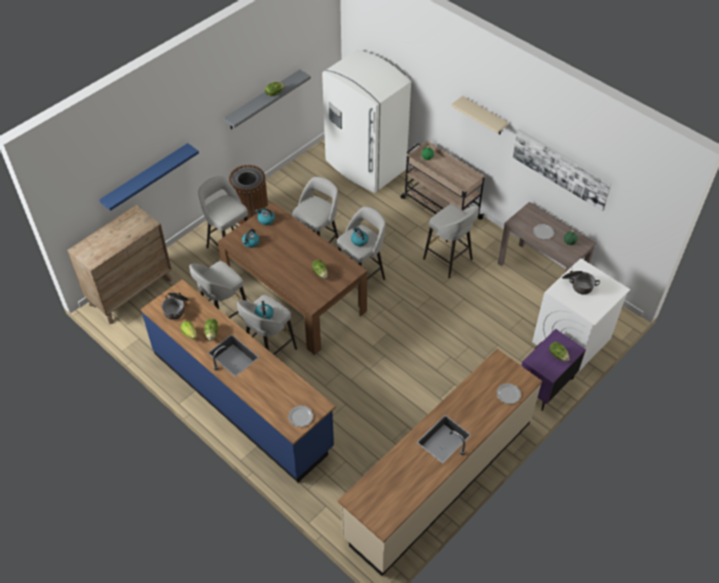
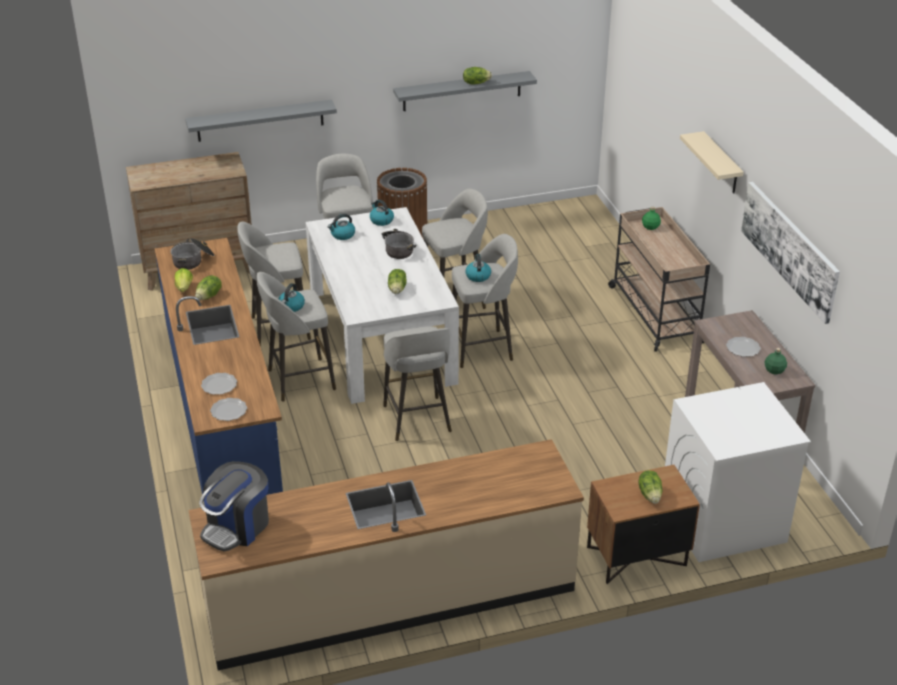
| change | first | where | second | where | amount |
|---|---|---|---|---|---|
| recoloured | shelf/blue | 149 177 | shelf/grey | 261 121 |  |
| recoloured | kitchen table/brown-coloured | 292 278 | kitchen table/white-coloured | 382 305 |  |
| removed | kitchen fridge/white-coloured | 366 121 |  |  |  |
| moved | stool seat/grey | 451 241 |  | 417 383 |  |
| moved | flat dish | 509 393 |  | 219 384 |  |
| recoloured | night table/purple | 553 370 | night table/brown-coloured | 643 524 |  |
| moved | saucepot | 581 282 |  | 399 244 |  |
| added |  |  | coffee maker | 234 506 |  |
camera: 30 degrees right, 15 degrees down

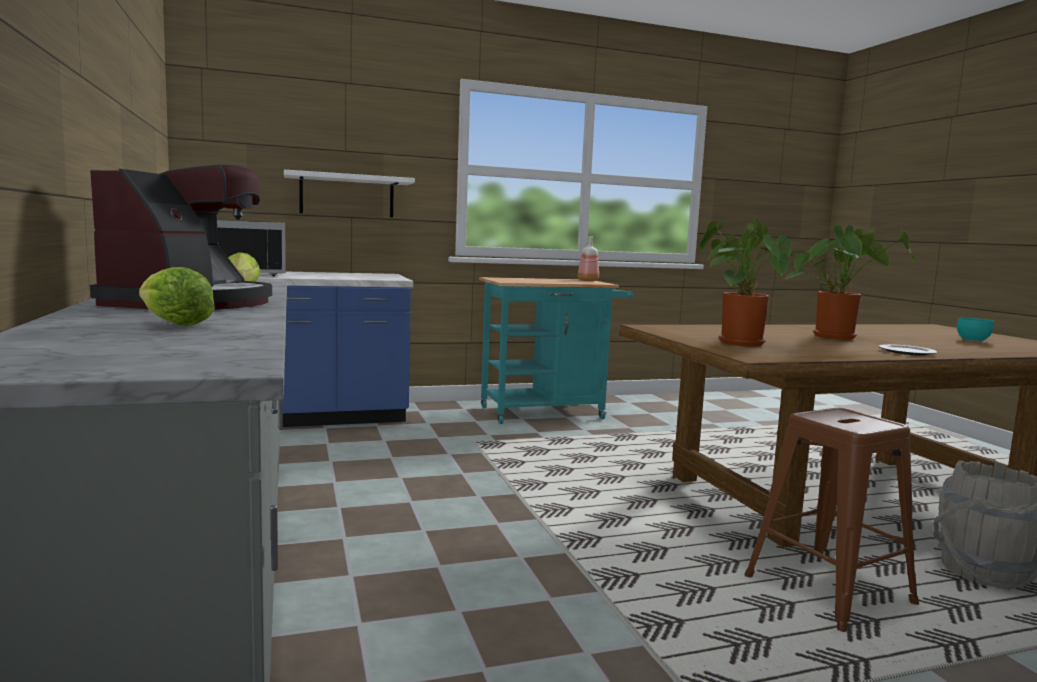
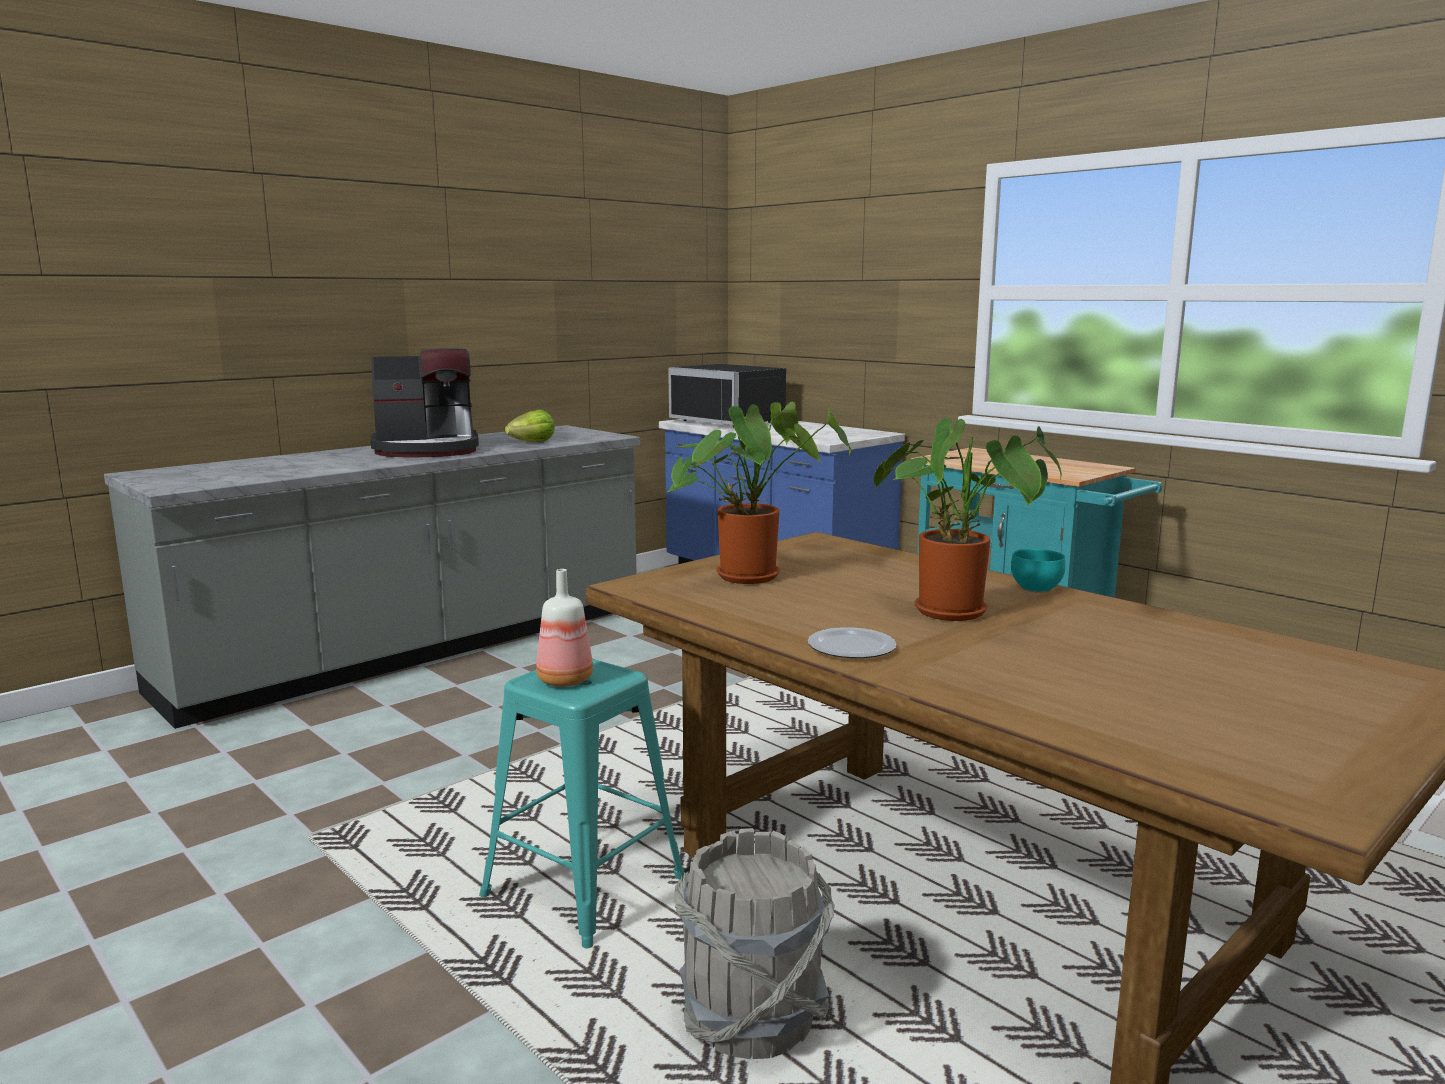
| change | first | where | second | where | amount |
|---|---|---|---|---|---|
| removed | lettuce | 177 296 |  |  |  |
| removed | shelf/white-coloured | 349 193 |  |  |  |
| moved | bottle | 588 258 |  | 564 628 |  |
| recoloured | stool seat/brown-coloured | 831 520 | stool seat/turquoise | 581 803 |  |
| moved | deep dish/turquoise | 975 330 |  | 1038 571 |  |
camera: 65 degrees right, 5 degrees up

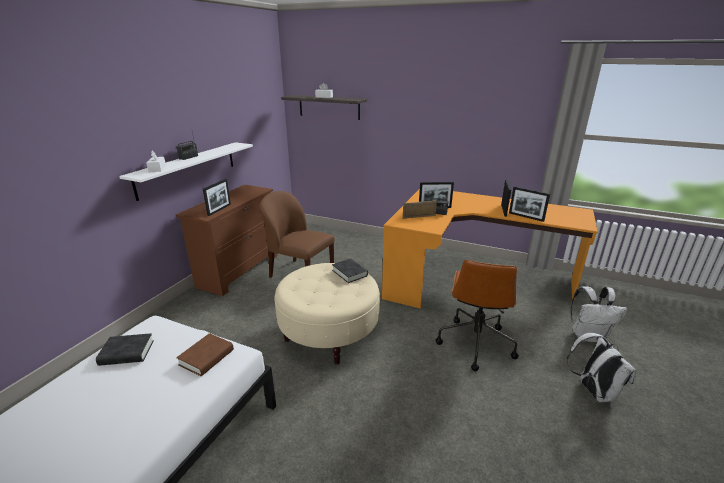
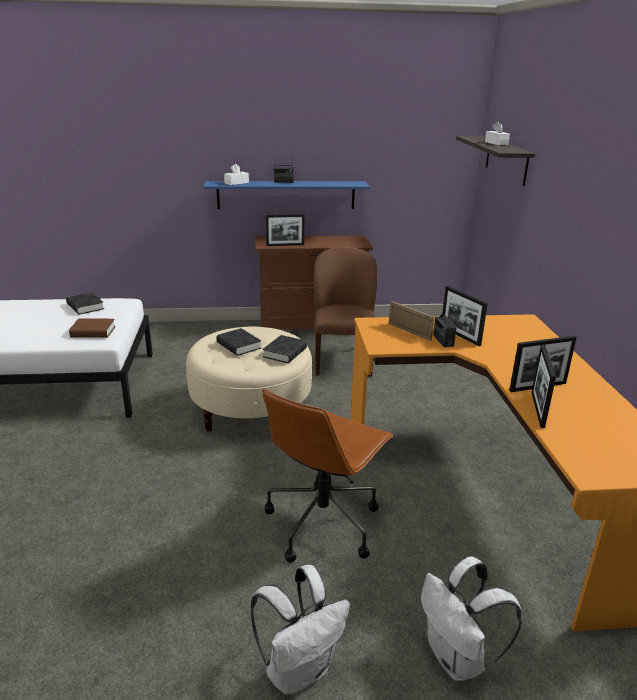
| change | first | where | second | where | amount |
|---|---|---|---|---|---|
| recoloured | shelf/white-coloured | 186 171 | shelf/blue | 286 195 |  |
| turned | computer chair/brown-coloured | 477 315 |  | 327 476 | 45 degrees counterclockwise |
| added |  |  | bound book/black-coloured | 238 342 |  |
camera: 60 degrees right, 0 degrees up

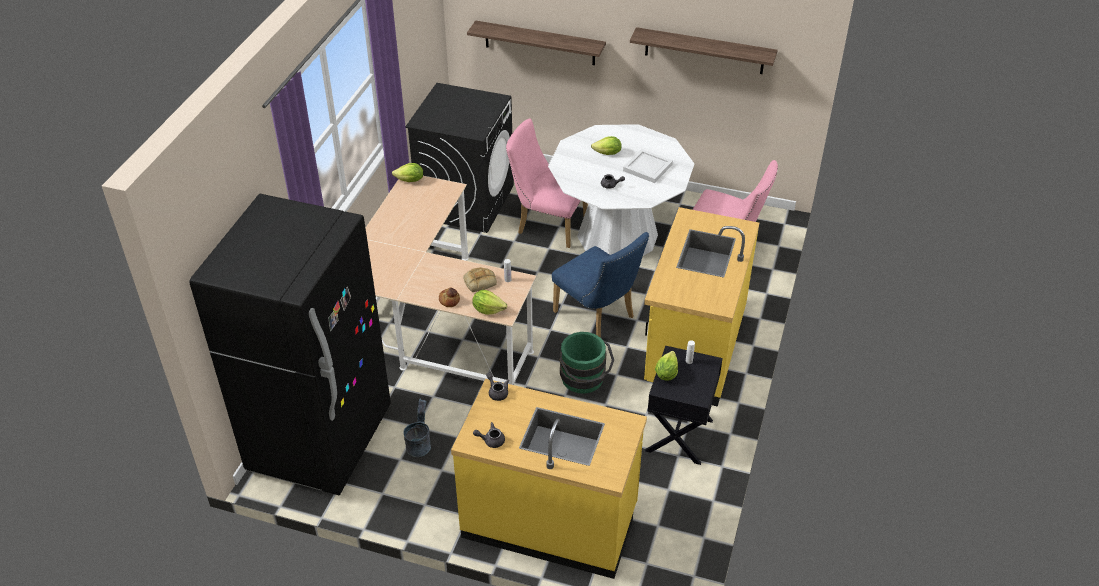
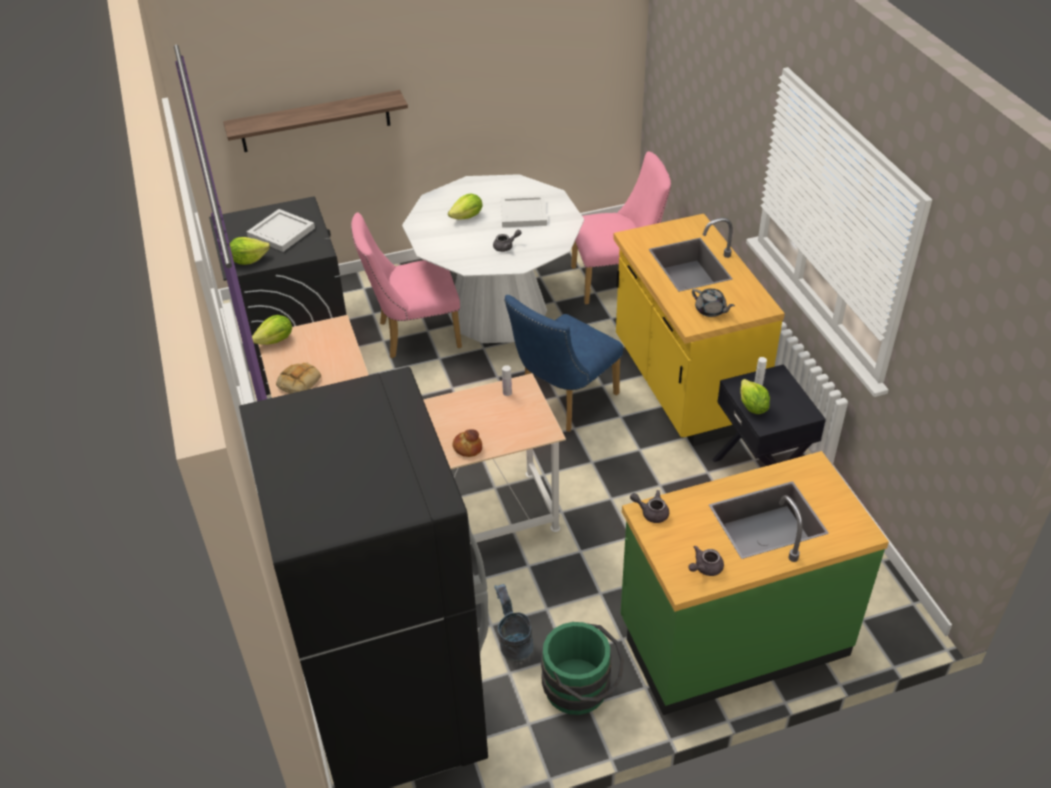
| change | first | where | second | where | amount |
|---|---|---|---|---|---|
| recoloured | kitchen counter/yellow | 549 479 | kitchen counter/greenish | 755 583 |  |
| moved | bread | 480 279 |  | 298 378 |  |
| moved | lettuce | 489 302 |  | 250 251 |  |
| turned | upright chair/blue | 600 285 |  | 563 363 | 120 degrees clockwise |
| moved | water bucket/greenish | 586 363 |  | 582 668 |  |
| removed | shelf | 704 50 |  |  |  |
| added |  |  | carrying tray/white-coloured | 281 230 |  |
| added |  |  | tea pot/grey | 713 303 |  |
camera: 35 degrees left, 0 degrees up

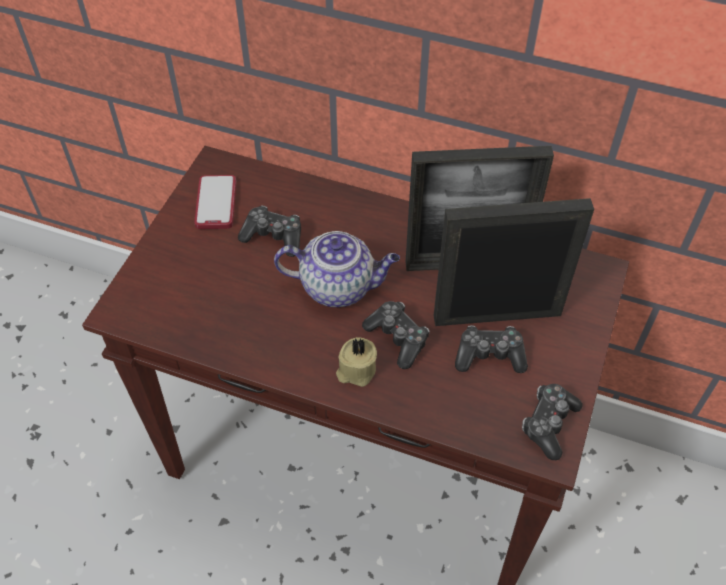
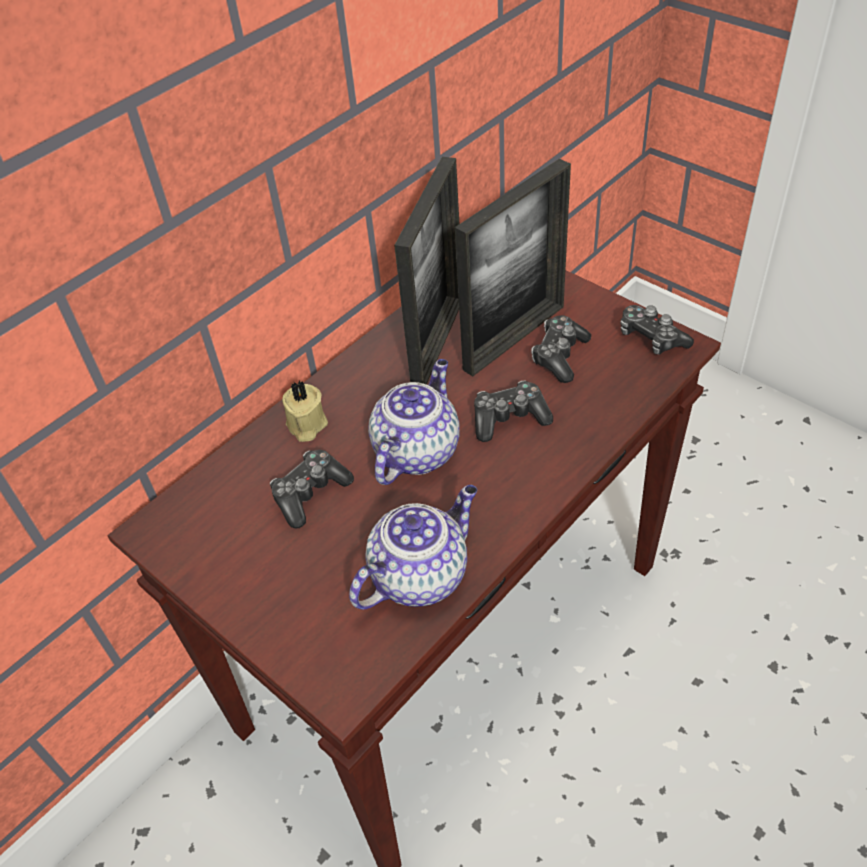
| change | first | where | second | where | amount |
|---|---|---|---|---|---|
| removed | handset | 215 202 |  |  |  |
| moved | wax light/sand-coloured | 356 362 |  | 305 411 |  |
| turned | photo frame | 513 262 |  | 513 267 | 150 degrees counterclockwise |
| added |  |  | tea pot | 413 547 |  |
camera: 65 degrees left, 5 degrees down

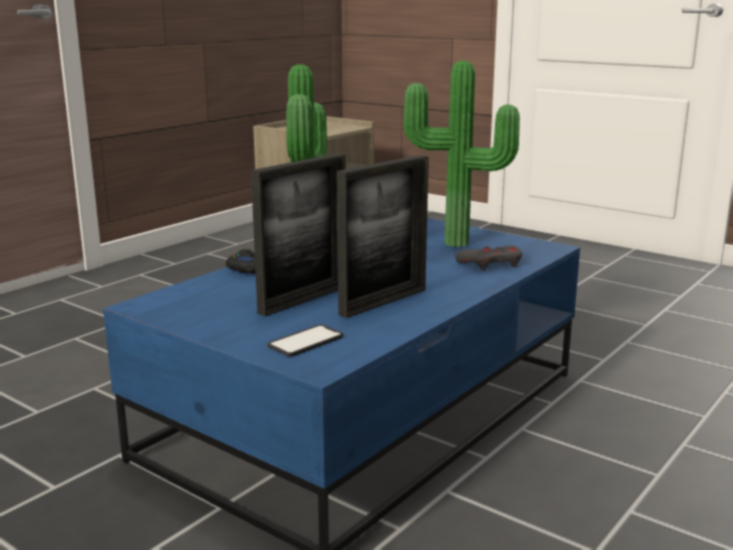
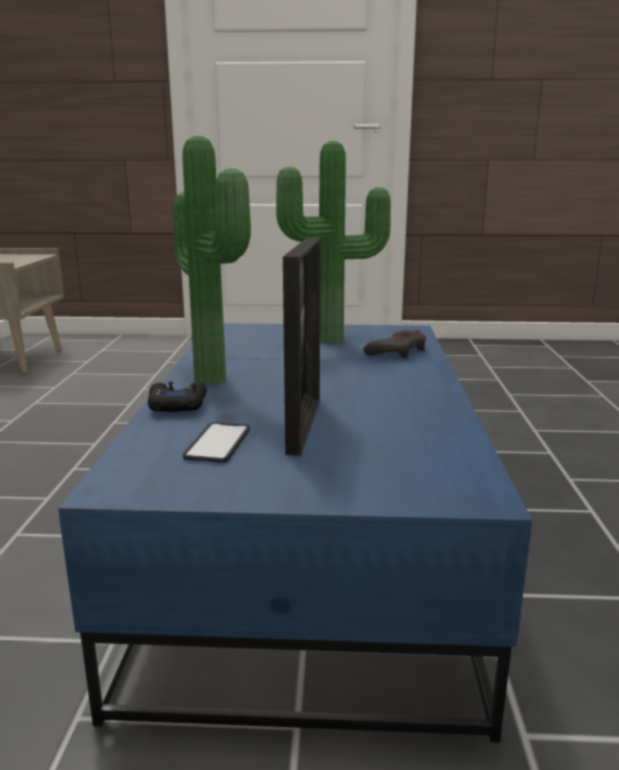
| change | first | where | second | where | amount |
|---|---|---|---|---|---|
| moved | handset | 305 340 |  | 216 442 |  |
| removed | photo frame | 383 236 |  |  |  |
camera: 35 degrees left, 0 degrees up

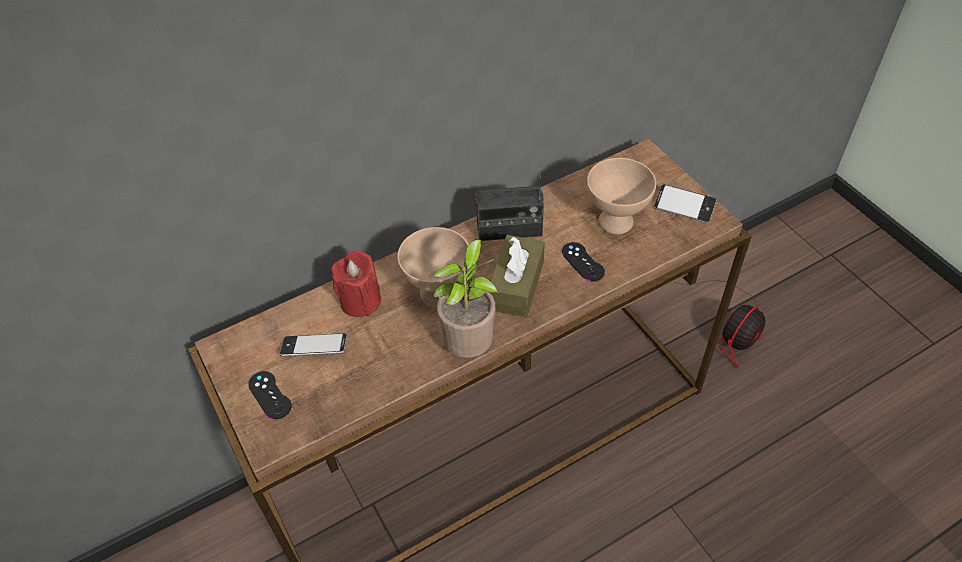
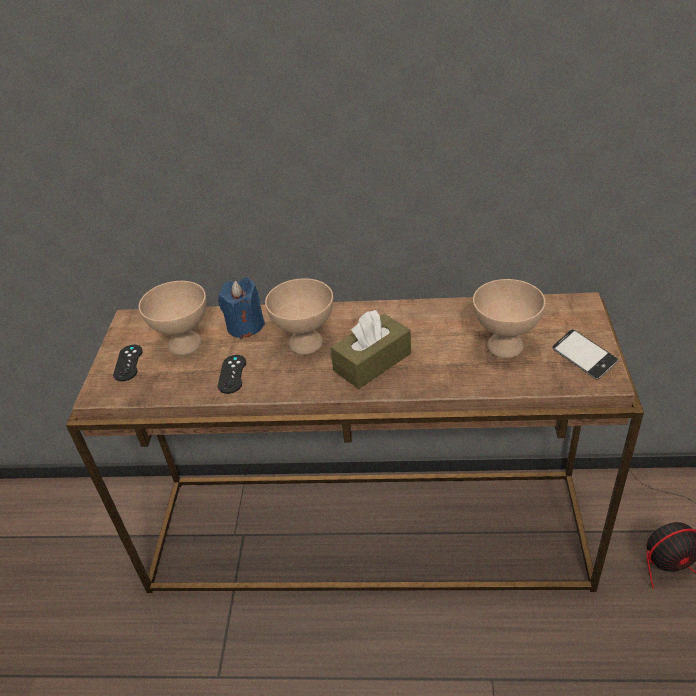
| change | first | where | second | where | amount |
|---|---|---|---|---|---|
| replaced | handset | 313 345 | deep dish/sand-coloured | 173 318 |  |
| recoloured | wax light/reddish | 356 284 | wax light/blue | 241 308 |  |
| removed | potted plant | 465 299 |  |  |  |
| removed | radio receiver | 509 202 |  |  |  |
| moved | gamepad/black-coloured | 583 262 |  | 232 374 |  |
camera: 35 degrees right, 10 degrees down

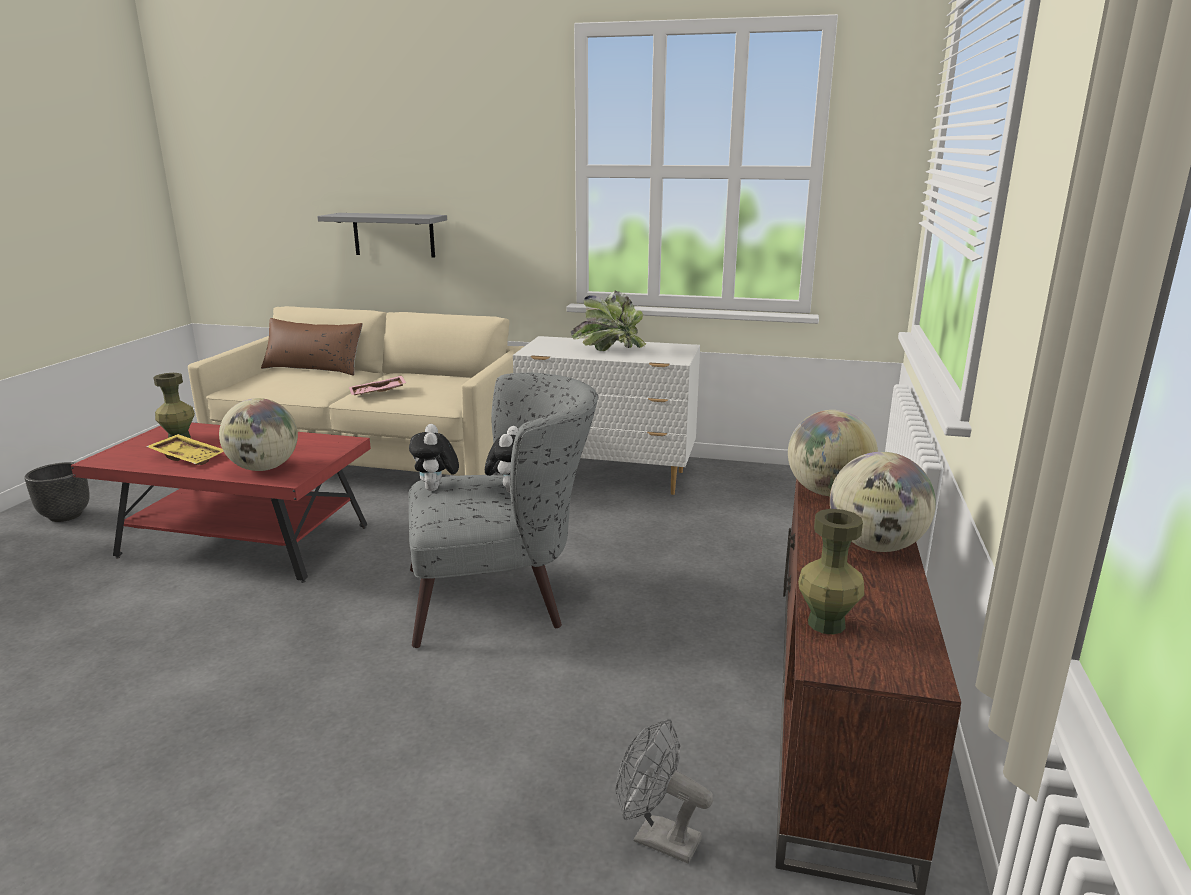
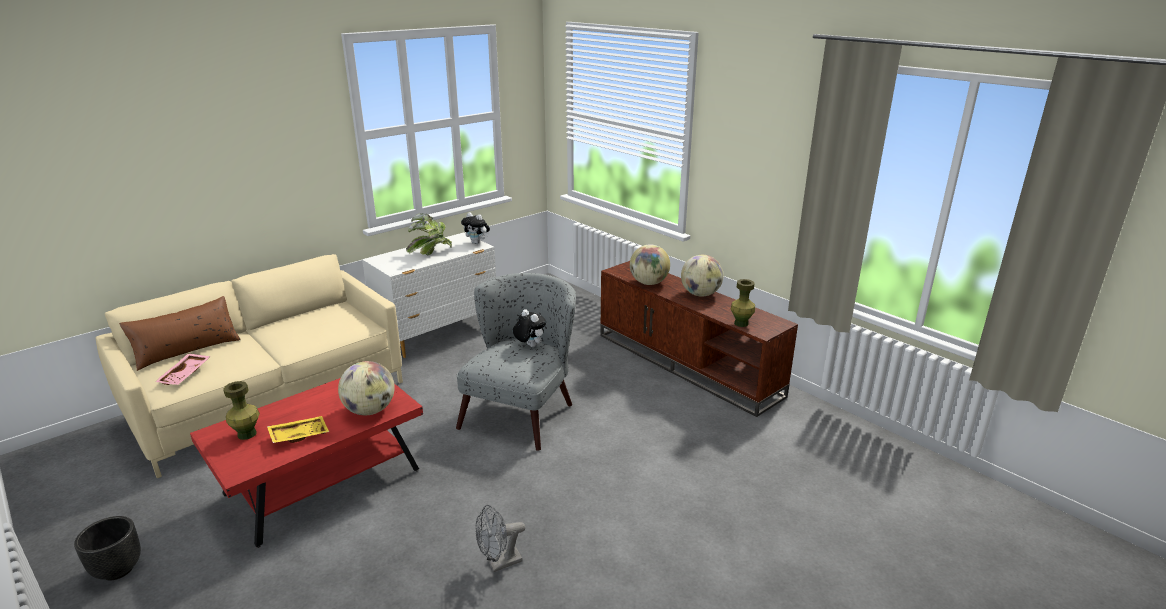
| change | first | where | second | where | amount |
|---|---|---|---|---|---|
| removed | shelf/grey | 382 235 |  |  |  |
| moved | carrying tray/pinkish | 377 385 |  | 183 369 |  |
| moved | plush toy | 434 457 |  | 475 228 |  |
| moved | electric fan/grey | 664 791 |  | 500 538 |  |
camera: 55 degrees left, 5 degrees up

